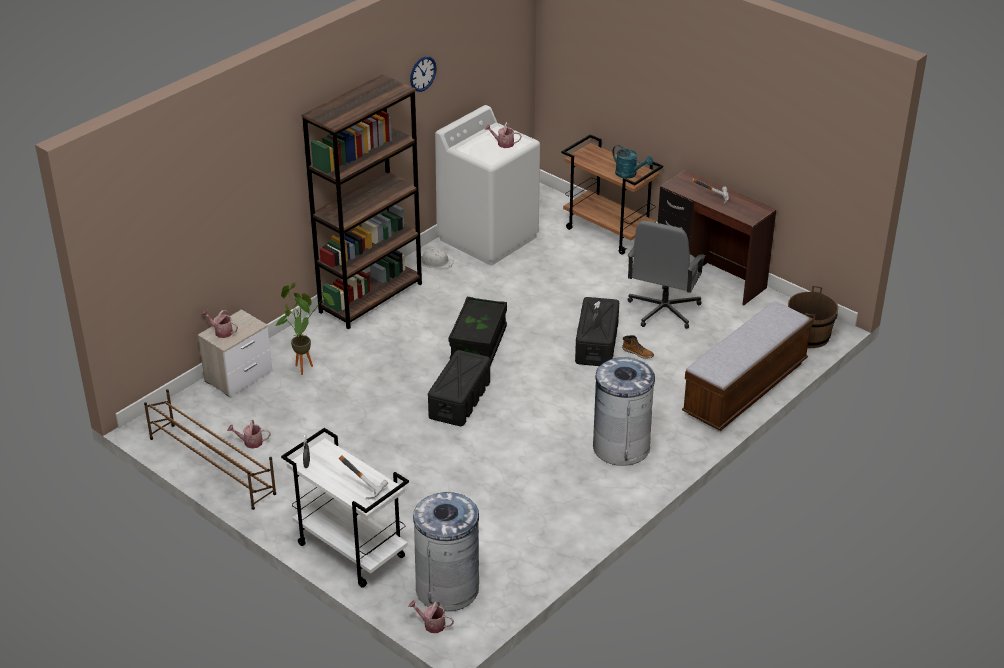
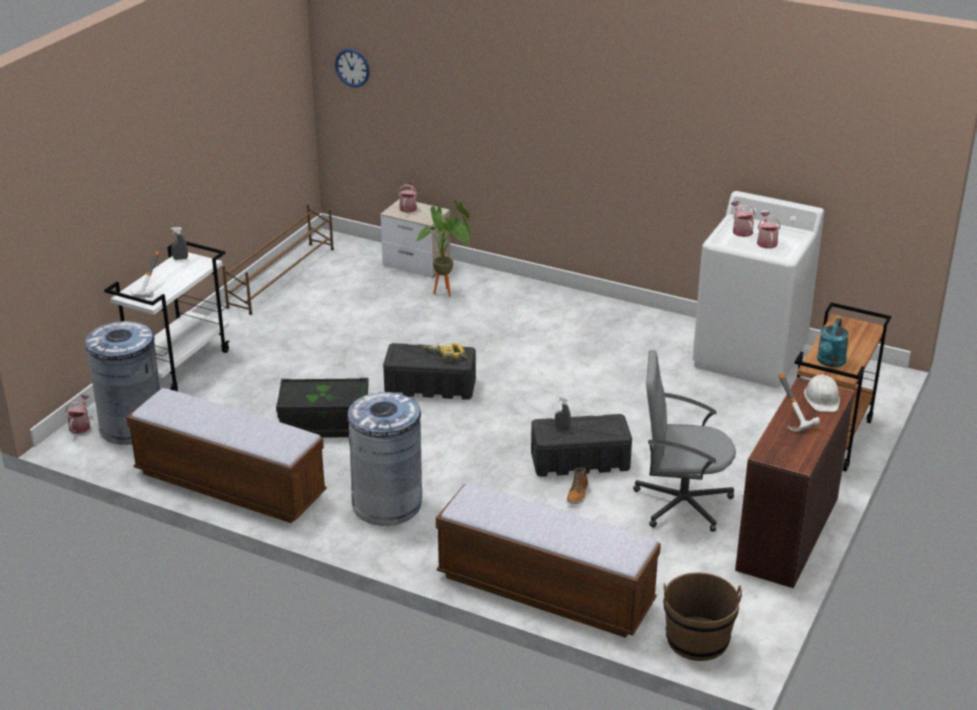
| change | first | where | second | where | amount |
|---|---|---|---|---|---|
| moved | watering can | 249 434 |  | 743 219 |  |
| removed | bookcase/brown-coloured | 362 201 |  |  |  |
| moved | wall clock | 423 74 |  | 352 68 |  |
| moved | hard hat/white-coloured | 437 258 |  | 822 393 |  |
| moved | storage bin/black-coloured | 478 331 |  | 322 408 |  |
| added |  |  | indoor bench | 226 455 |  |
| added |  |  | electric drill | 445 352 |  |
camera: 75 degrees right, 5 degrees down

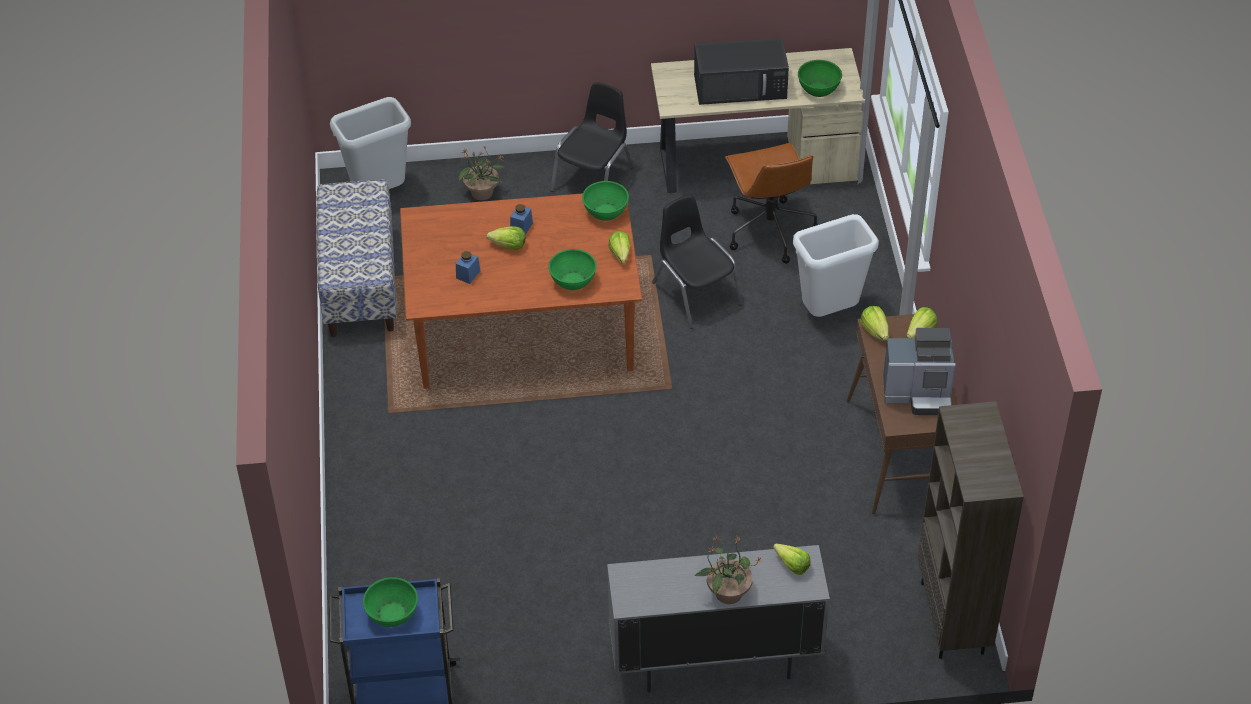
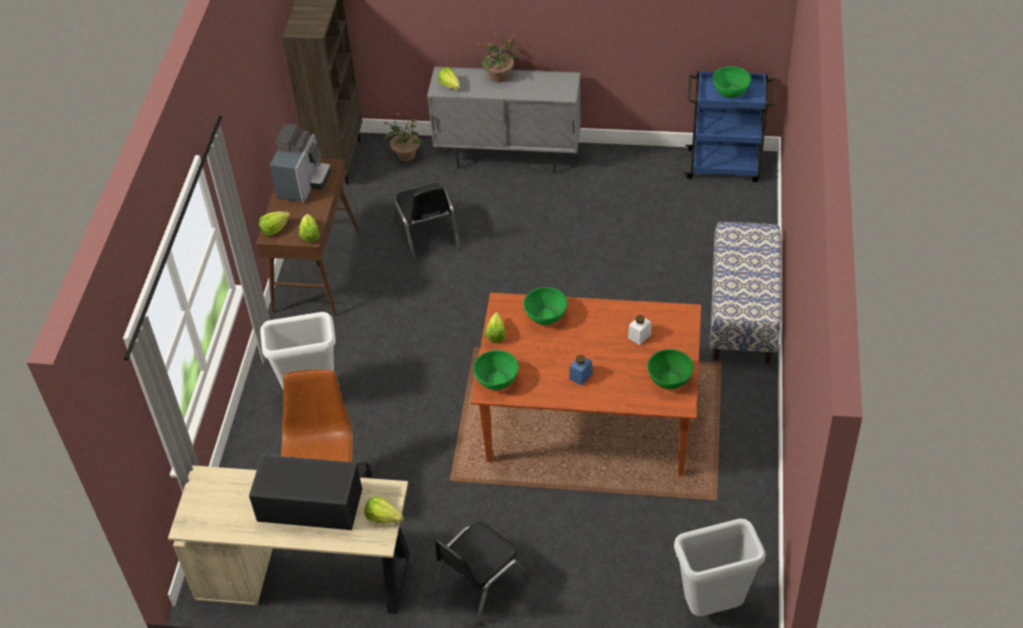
| change | first | where | second | where | amount |
|---|---|---|---|---|---|
| moved | indoor bench | 356 258 |  | 745 293 |  |
| recoloured | jar/blue | 468 267 | jar/white-coloured | 639 330 |  |
| moved | potted plant | 481 173 |  | 403 136 |  |
| moved | lettuce | 506 238 |  | 384 510 |  |
| moved | upright chair/black-coloured | 697 262 |  | 427 222 |  |
| moved | deep dish/greenish | 820 78 |  | 670 369 |  |
| turned | coffee maker | 919 371 |  | 300 163 | 90 degrees clockwise |
camera: 165 degrees left, 0 degrees up

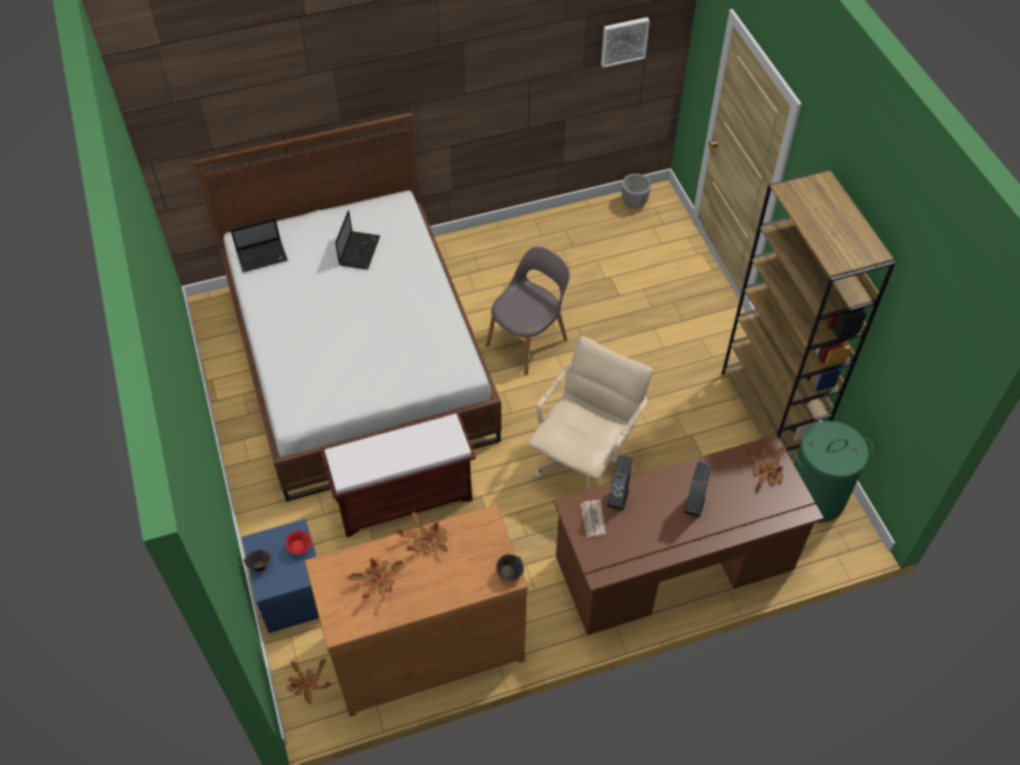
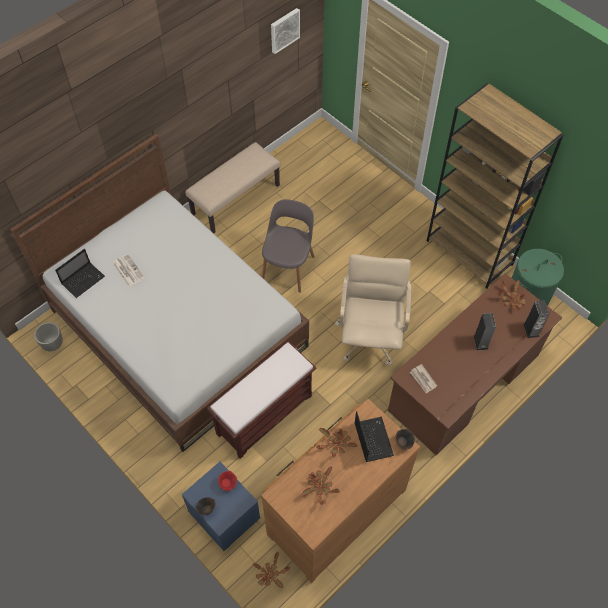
| change | first | where | second | where | amount |
|---|---|---|---|---|---|
| moved | notebook computer | 357 239 |  | 374 436 |  |
| moved | speaker | 620 483 |  | 536 319 |  |
| moved | planter | 636 191 |  | 48 336 |  |
| added |  |  | daily paper | 129 270 |  |
| added |  |  | indoor bench/sand-coloured | 233 187 |  |
camera: 25 degrees left, 5 degrees up

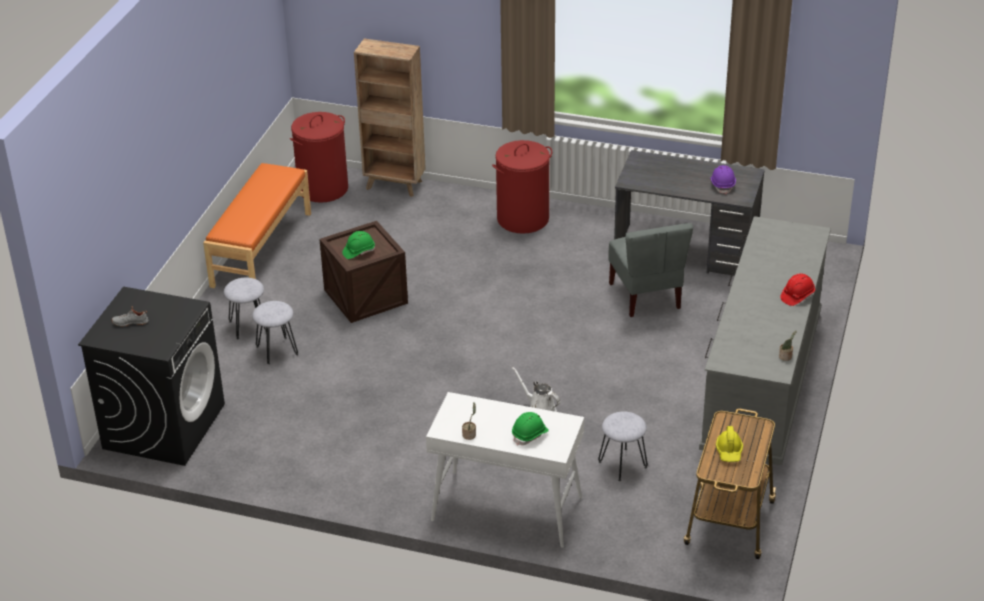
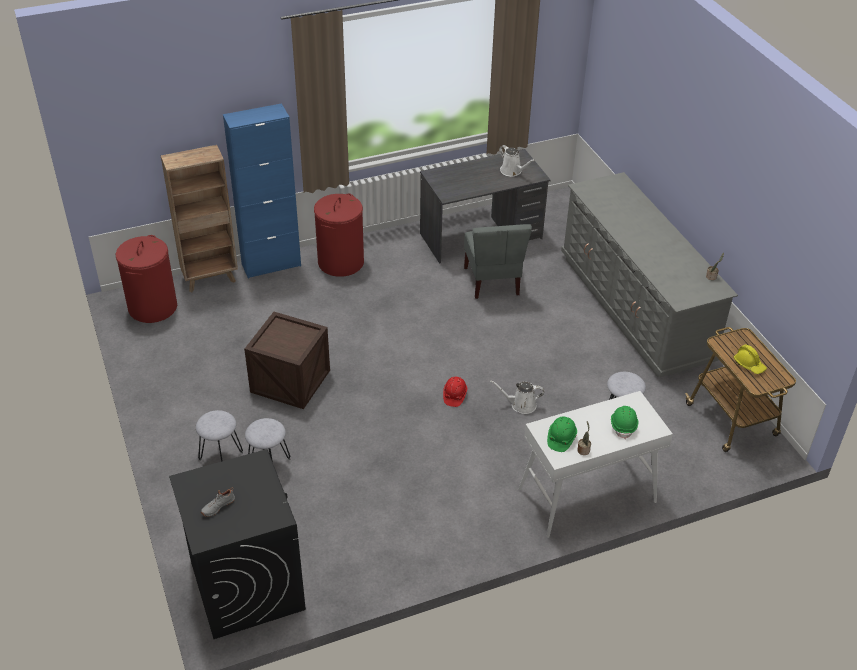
| change | first | where | second | where | amount |
|---|---|---|---|---|---|
| removed | indoor bench/orangey | 257 225 |  |  |  |
| moved | hard hat/greenish | 358 245 |  | 562 434 |  |
| turned | upright chair/grey | 651 270 |  | 498 261 | 45 degrees clockwise |
| replaced | hard hat/purple | 723 179 | watering can/white-coloured | 517 161 |  |
| moved | hard hat/reddish | 797 289 |  | 455 392 |  |
| added |  |  | storage cabinet/blue | 262 191 |  |
camera: 40 degrees left, 5 degrees up

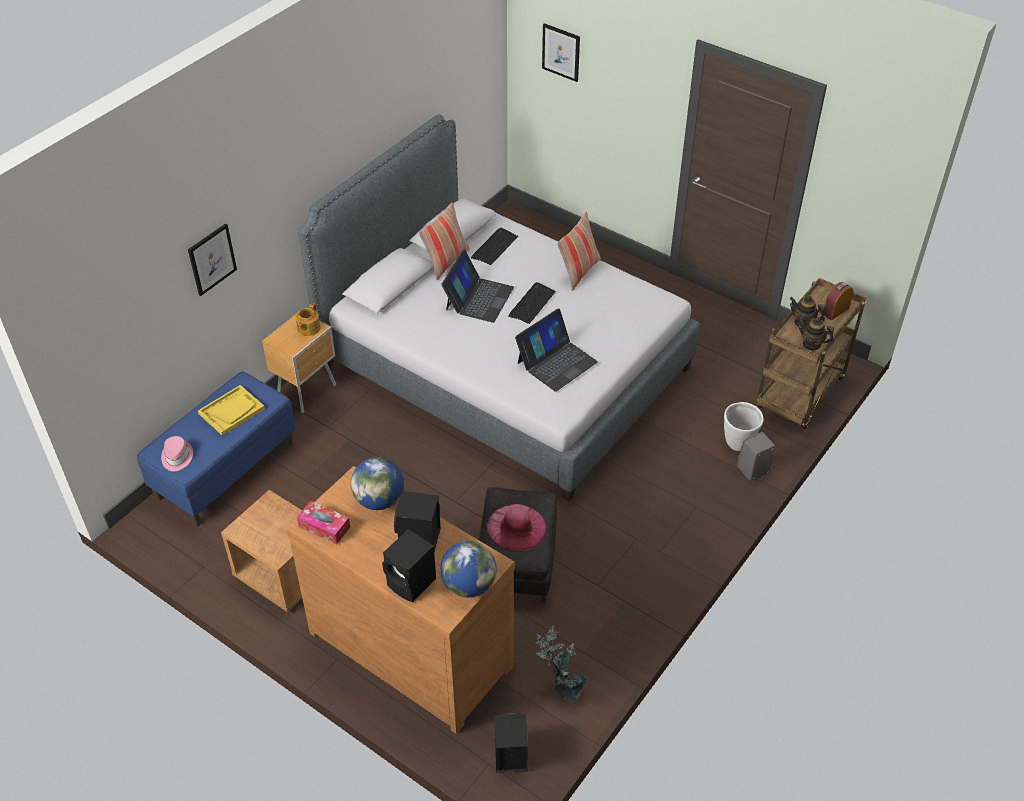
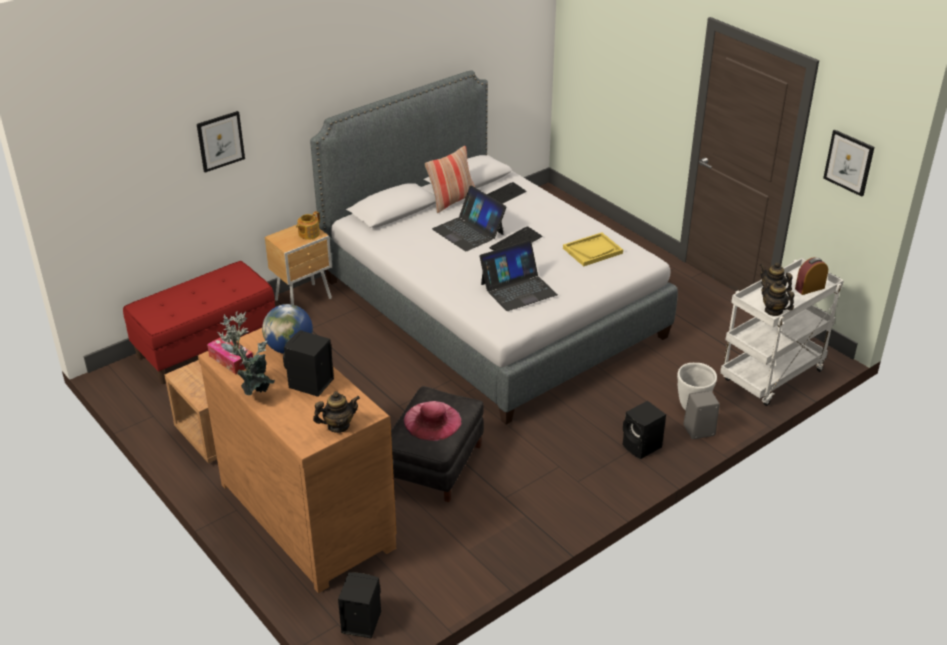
| change | first | where | second | where | amount |
|---|---|---|---|---|---|
| recoloured | indoor bench/blue | 216 448 | indoor bench/reddish | 199 322 |  |
| removed | clothing hat/pinkish | 177 453 |  |  |  |
| moved | carrying tray/yellow | 231 410 |  | 593 249 |  |
| moved | speaker/black-coloured | 409 565 |  | 644 430 |  |
| turned | notebook computer | 477 286 |  | 469 218 | 105 degrees clockwise |
| replaced | desk globe | 469 569 | tea pot | 336 412 |  |
| moved | potted plant | 561 662 |  | 246 353 |  |
| moved | wall art | 561 52 |  | 848 163 |  |
| removed | throw pillow | 579 251 |  |  |  |
| recoloured | wheeled cart/brown-coloured | 811 353 | wheeled cart/white-coloured | 782 332 |  |
camera: 15 degrees right, 10 degrees down

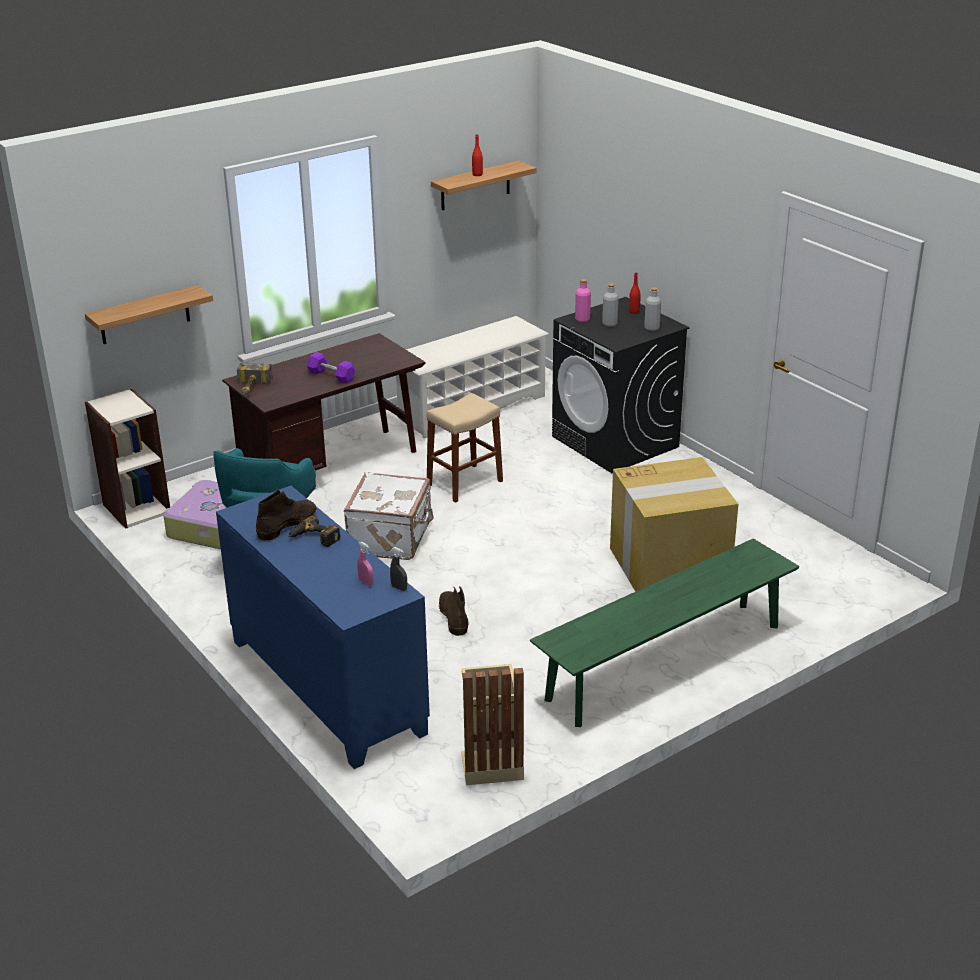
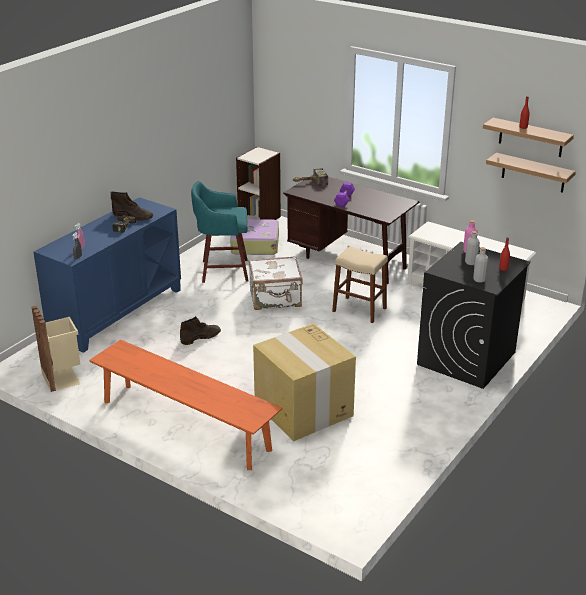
| change | first | where | second | where | amount |
|---|---|---|---|---|---|
| moved | shelf | 149 314 |  | 531 173 |  |
| recoloured | indoor bench/greenish | 664 632 | indoor bench/orangey | 185 405 |  |
camera: 70 degrees right, 0 degrees up

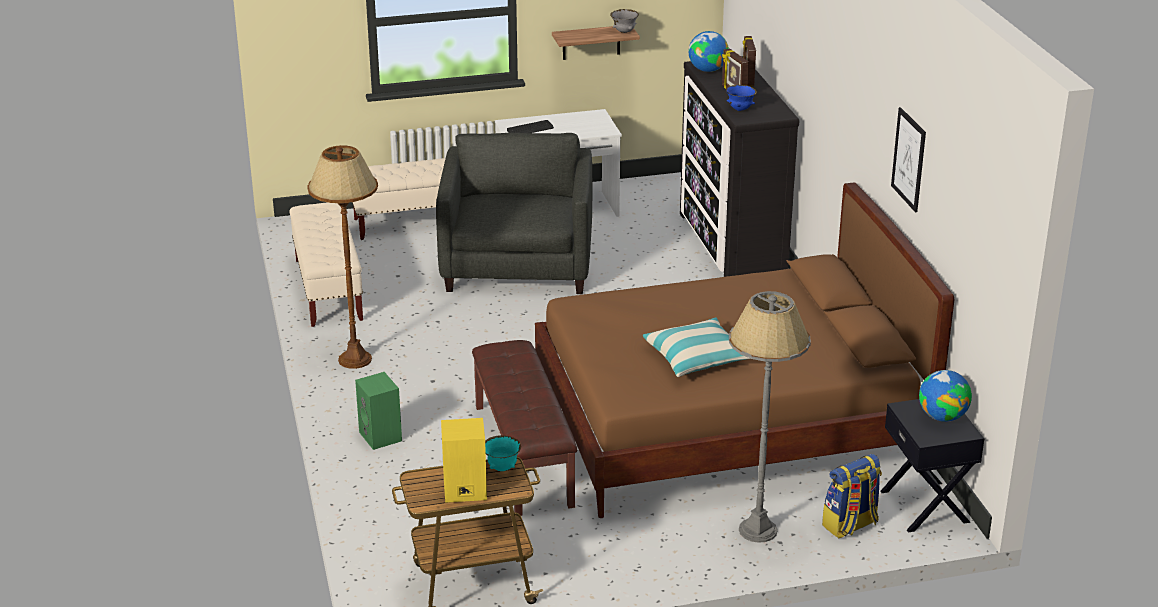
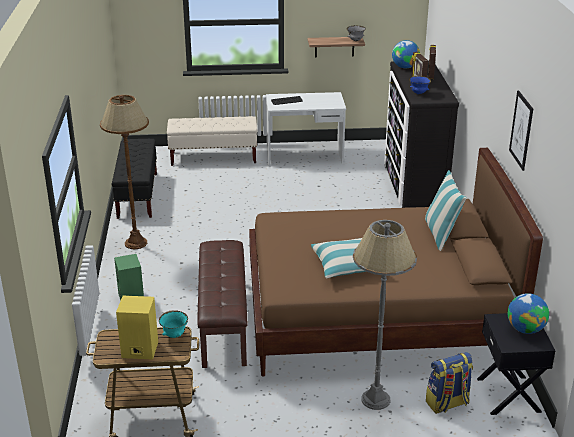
| change | first | where | second | where | amount |
|---|---|---|---|---|---|
| recoloured | indoor bench/sand-coloured | 326 264 | indoor bench/black-coloured | 134 179 |  |
| removed | easy chair/grey | 514 213 |  |  |  |
| added |  |  | throw pillow | 446 210 |  |
camera: 10 degrees right, 0 degrees up

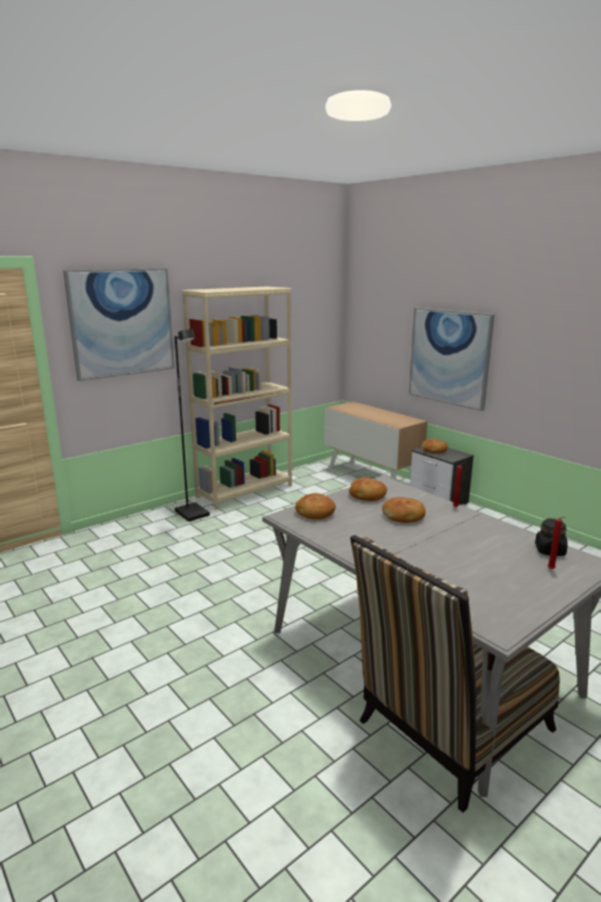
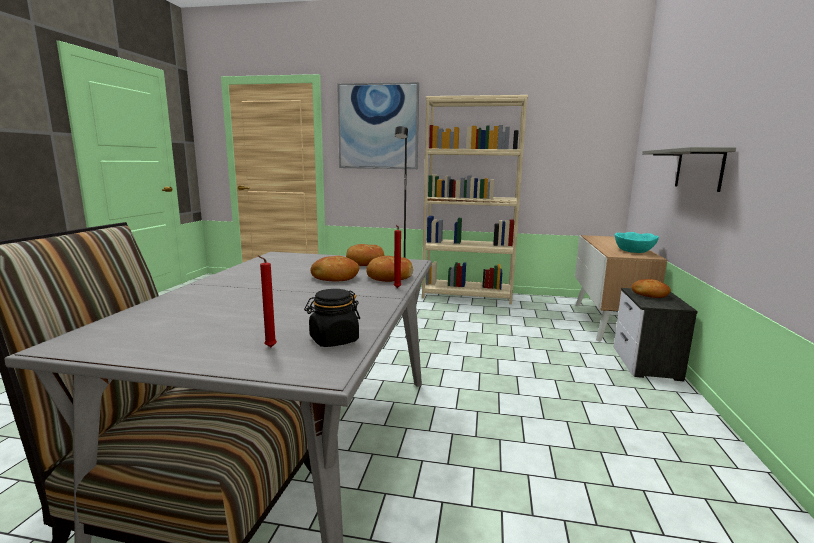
| change | first | where | second | where | amount |
|---|---|---|---|---|---|
| moved | bread | 315 506 |  | 389 269 |  |
| replaced | wall art | 452 359 | shelf/grey | 689 169 |  |
| added |  |  | deep dish/turquoise | 637 242 |  |
camera: 50 degrees right, 5 degrees down

